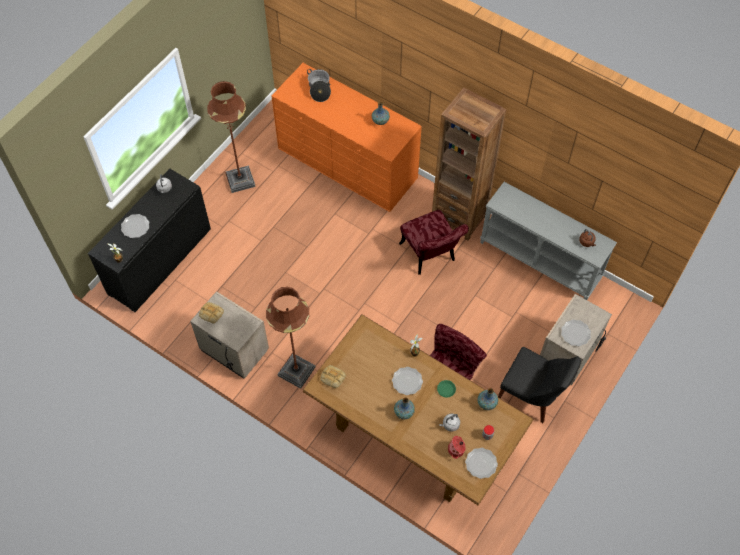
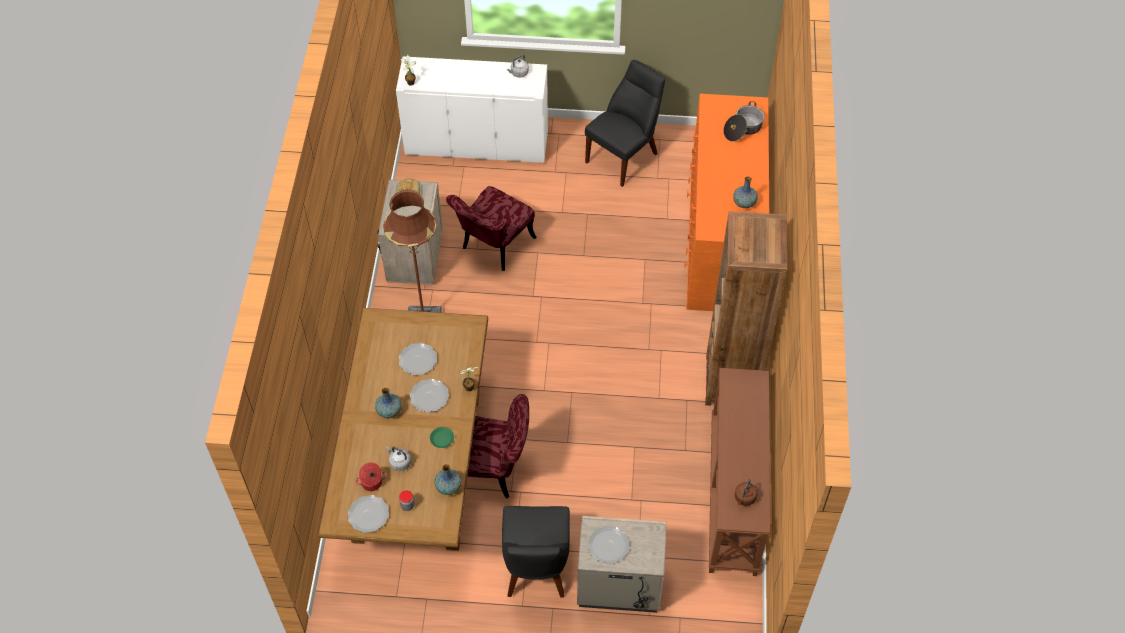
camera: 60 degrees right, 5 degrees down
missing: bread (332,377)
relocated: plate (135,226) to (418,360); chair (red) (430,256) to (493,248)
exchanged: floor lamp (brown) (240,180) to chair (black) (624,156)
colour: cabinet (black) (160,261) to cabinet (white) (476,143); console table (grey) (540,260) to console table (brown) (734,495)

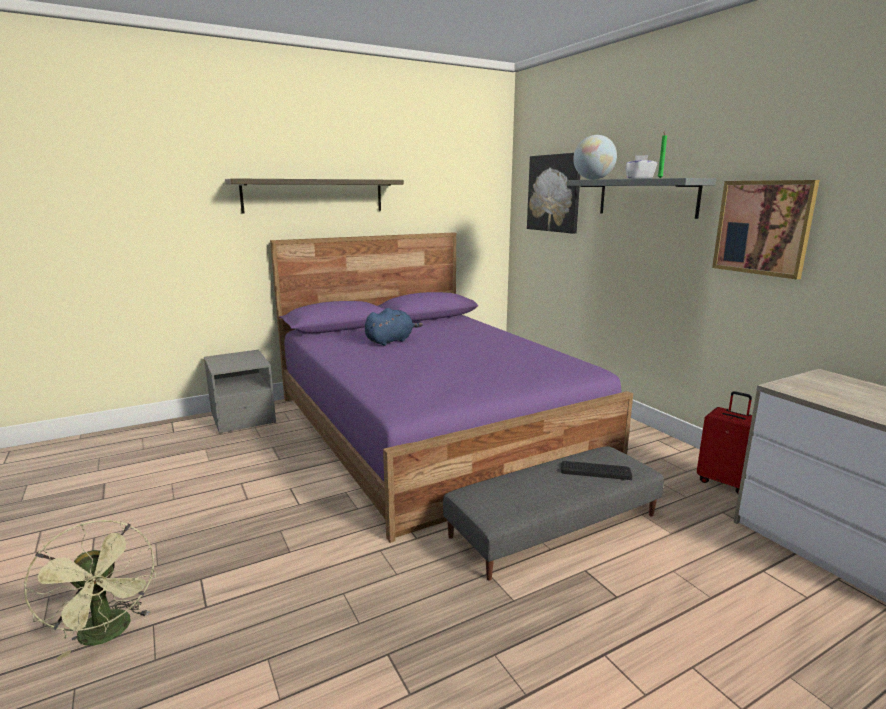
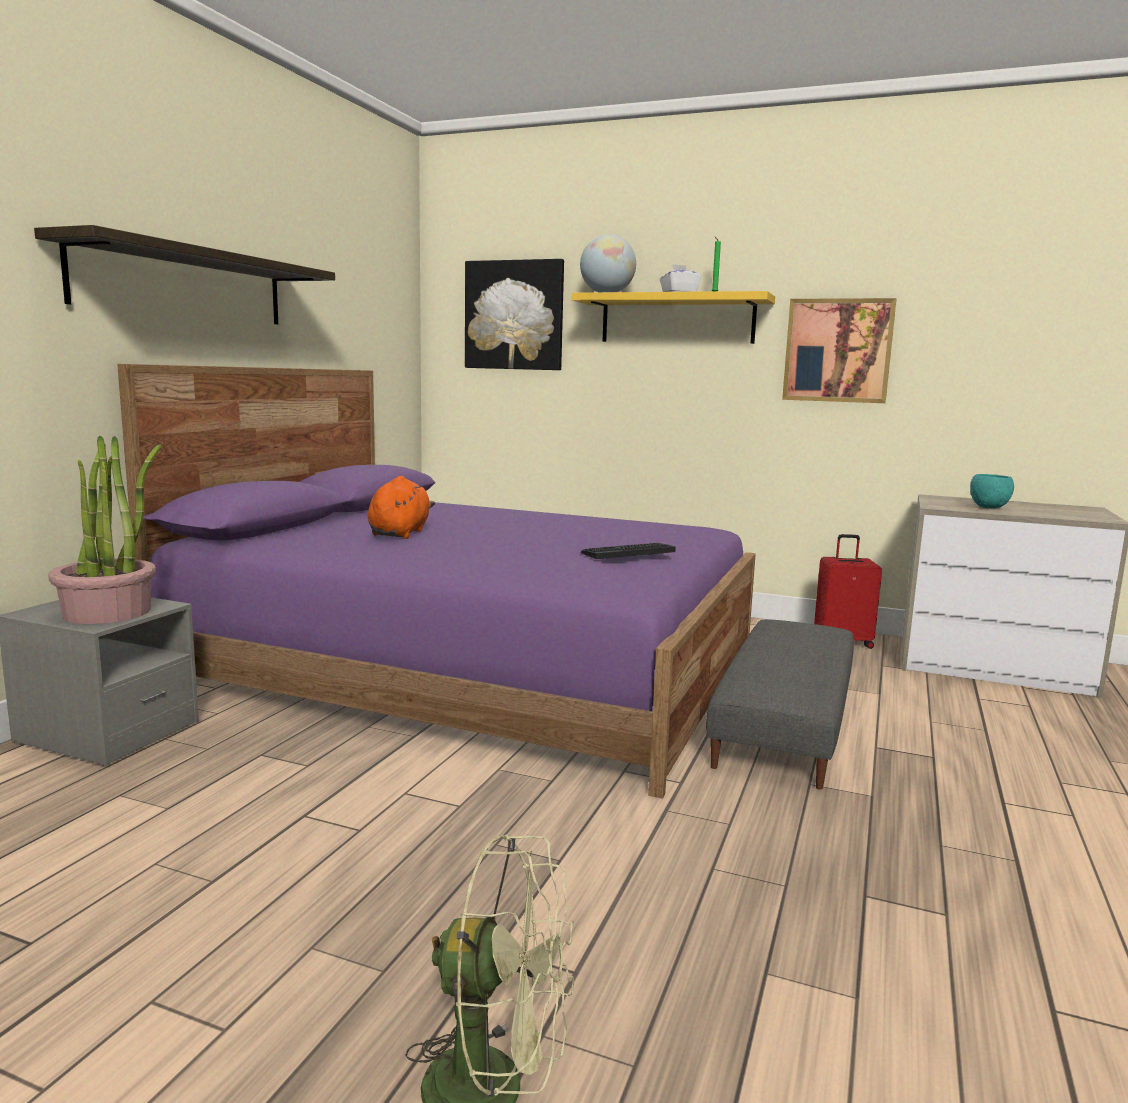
camera: 40 degrees left, 5 degrees down
appeared: potted plant (108,612); bowl (turquoise) (989,508)
relocated: keyboard (595,470) to (627,552)
colour: plush toy (blue) (391,341) to plush toy (orange) (400,533); shelf (grey) (646,197) to shelf (yellow) (677,319)

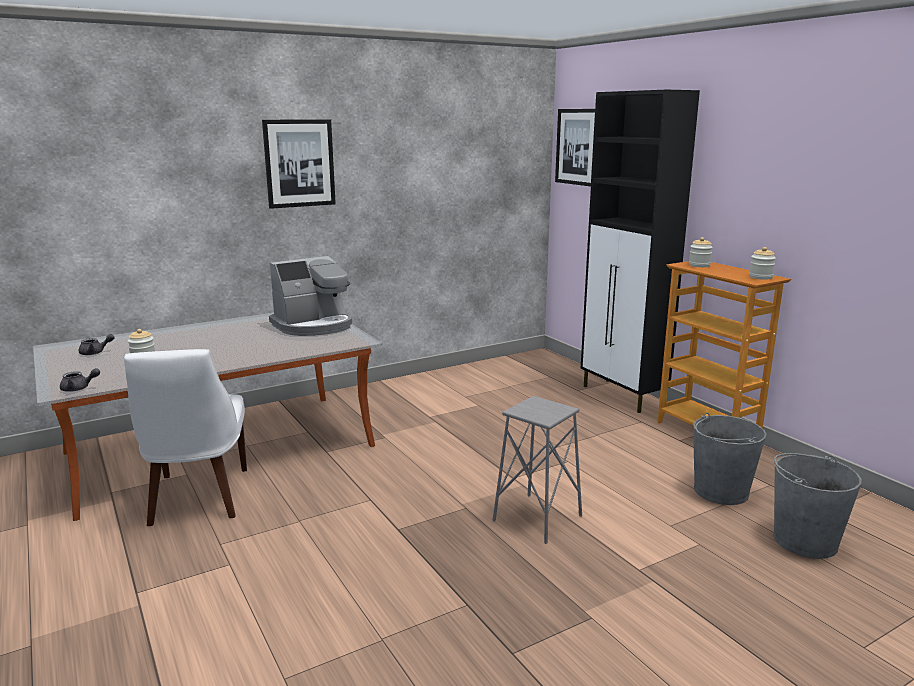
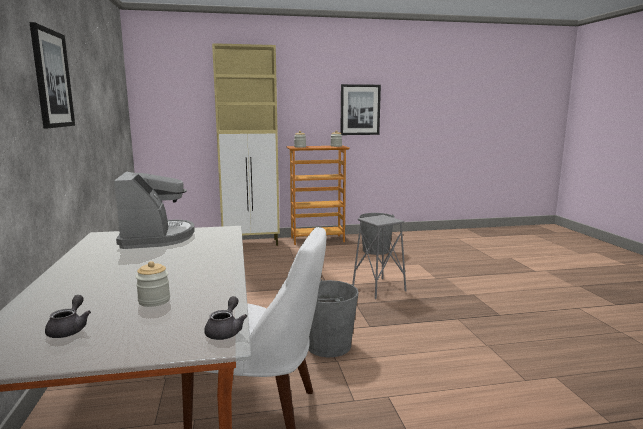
camera: 70 degrees left, 5 degrees down
relocated: bucket (grey) (804,540) to (328,345); picture (577,147) to (360,110)
colour: cabinet (black) (623,396) to cabinet (beige) (251,243)

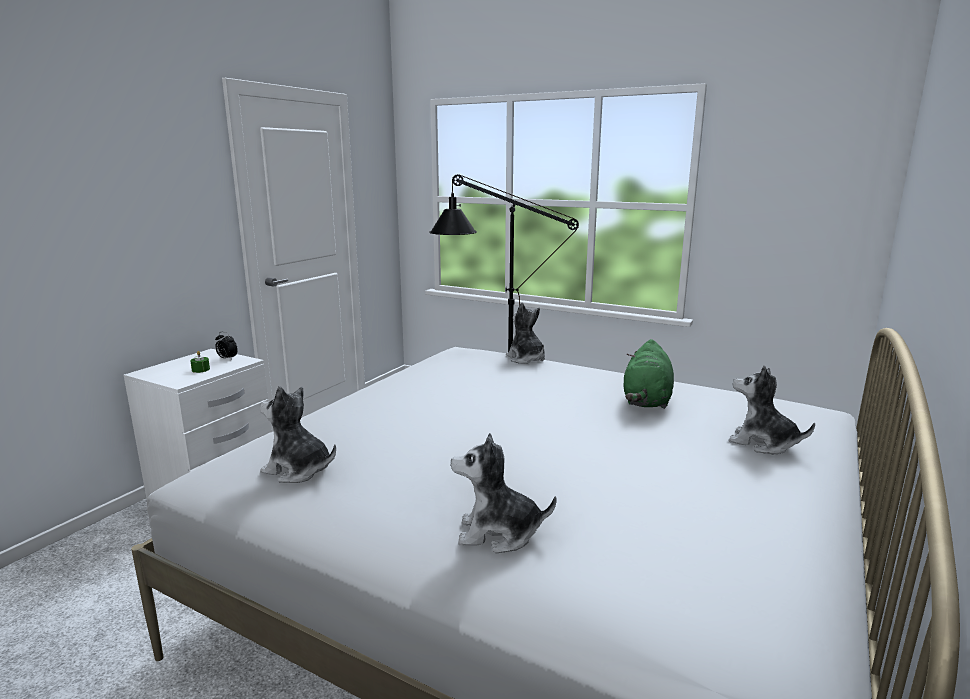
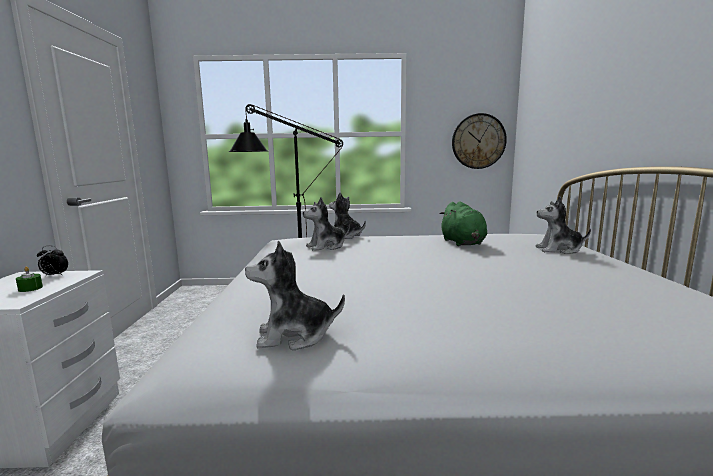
camera: 30 degrees left, 5 degrees down
appeared: wall clock (478,141)
relocated: plush toy (498,533) to (326,246)

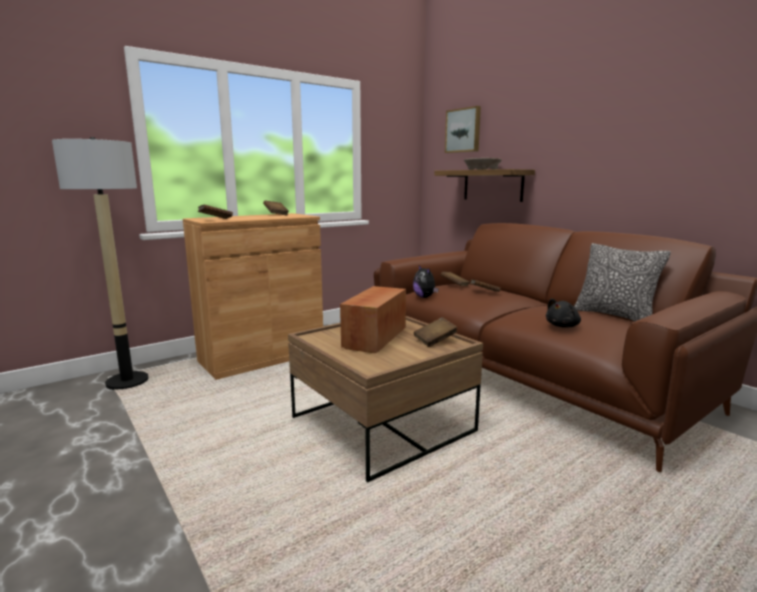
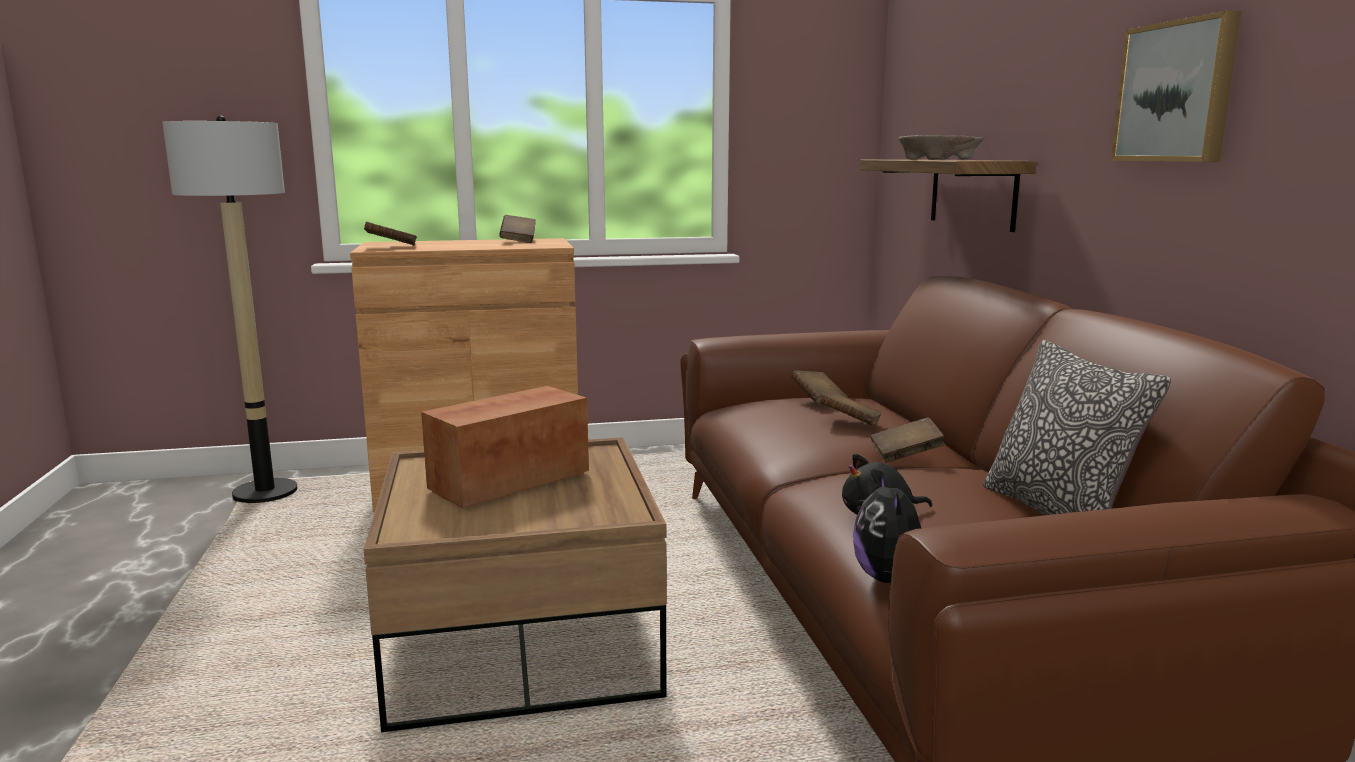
camera: 25 degrees right, 0 degrees up
relocated: plush toy (425,297) to (890,578); book (brown) (435,341) to (906,456); picture (463,130) to (1177,92)

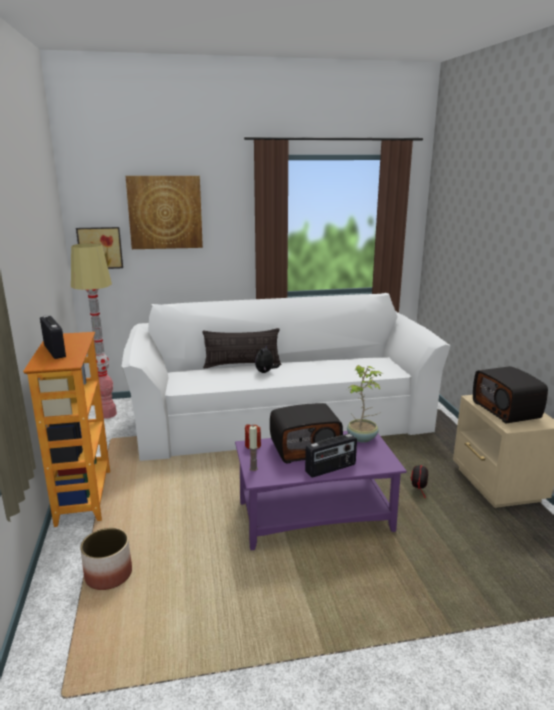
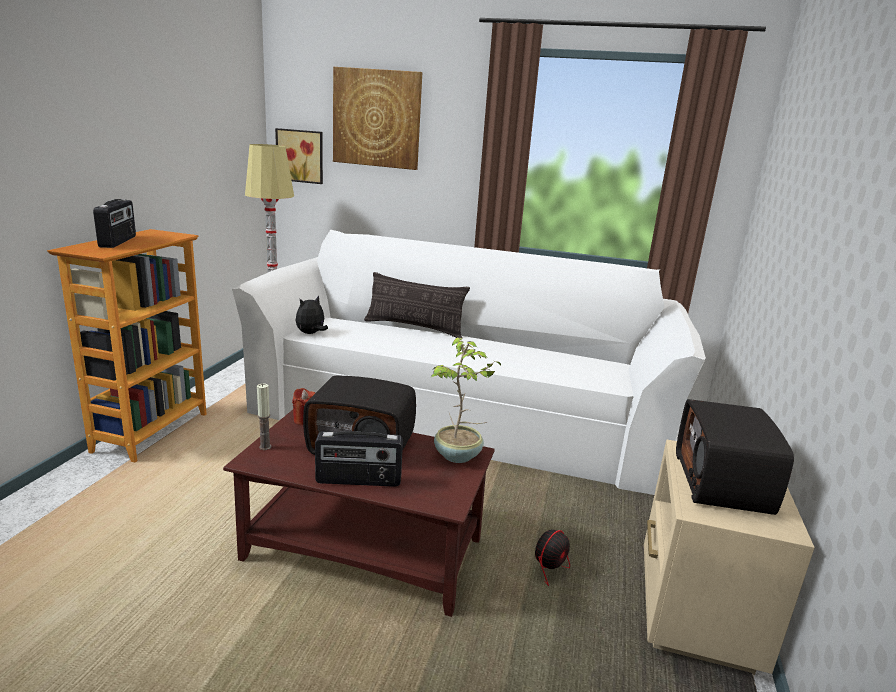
camera: 25 degrees right, 0 degrees up
missing: planter (108,574)
relocated: plush toy (265,372) to (311,333)
colour: coffee table (purple) (316,516) to coffee table (brown) (366,550)

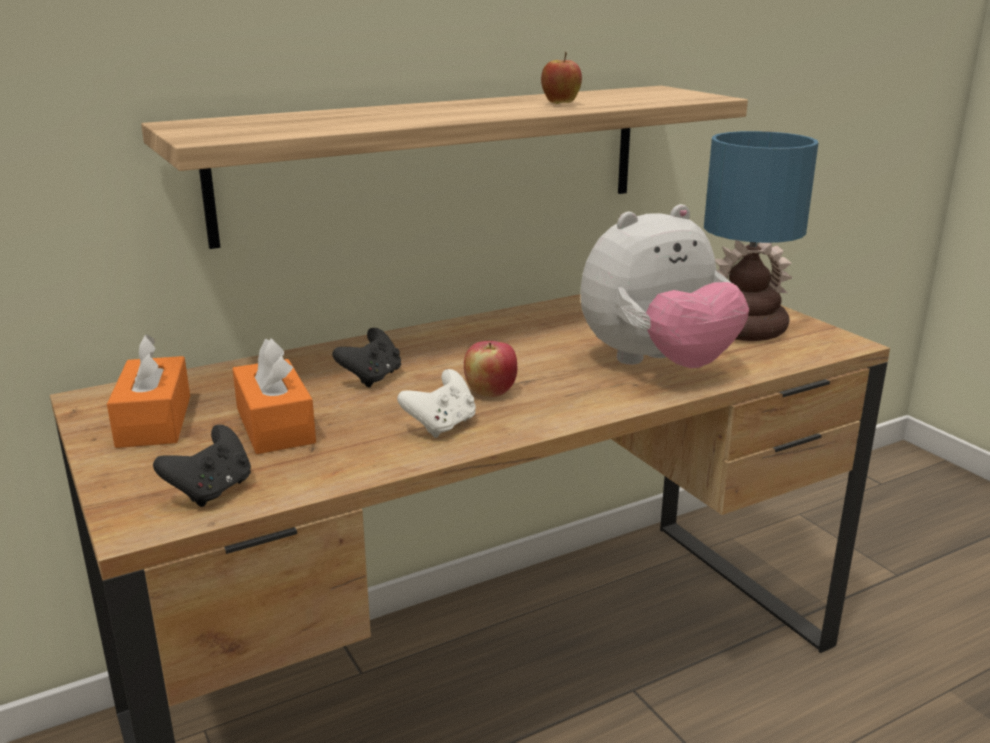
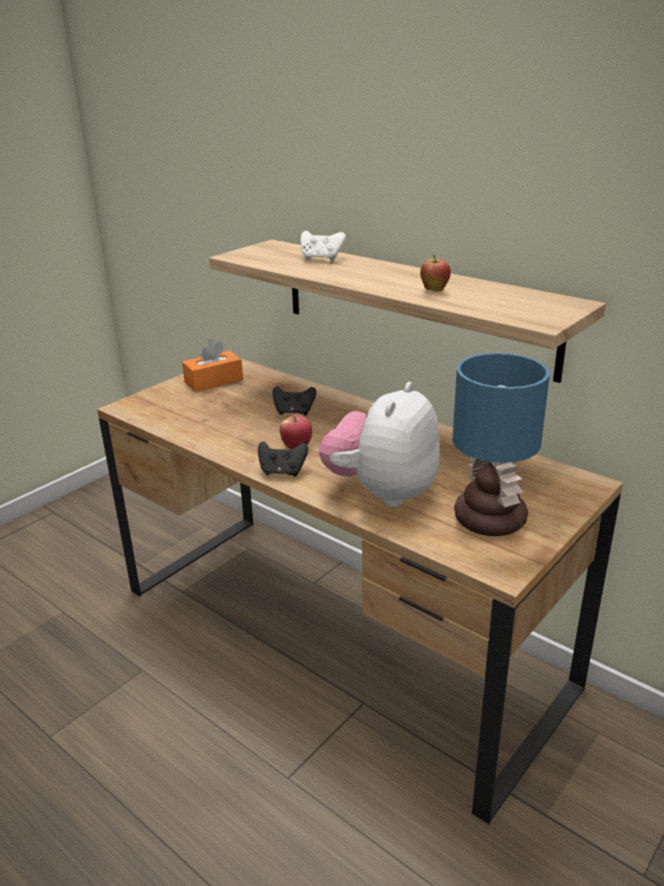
camera: 70 degrees right, 5 degrees up
missing: tissue box (orange) (275,425)
relocated: game controller (black) (212,491) to (282,472); game controller (white) (442,426) to (321,259)
spun: plush toy (657,364) = (382,492) 75 degrees clockwise

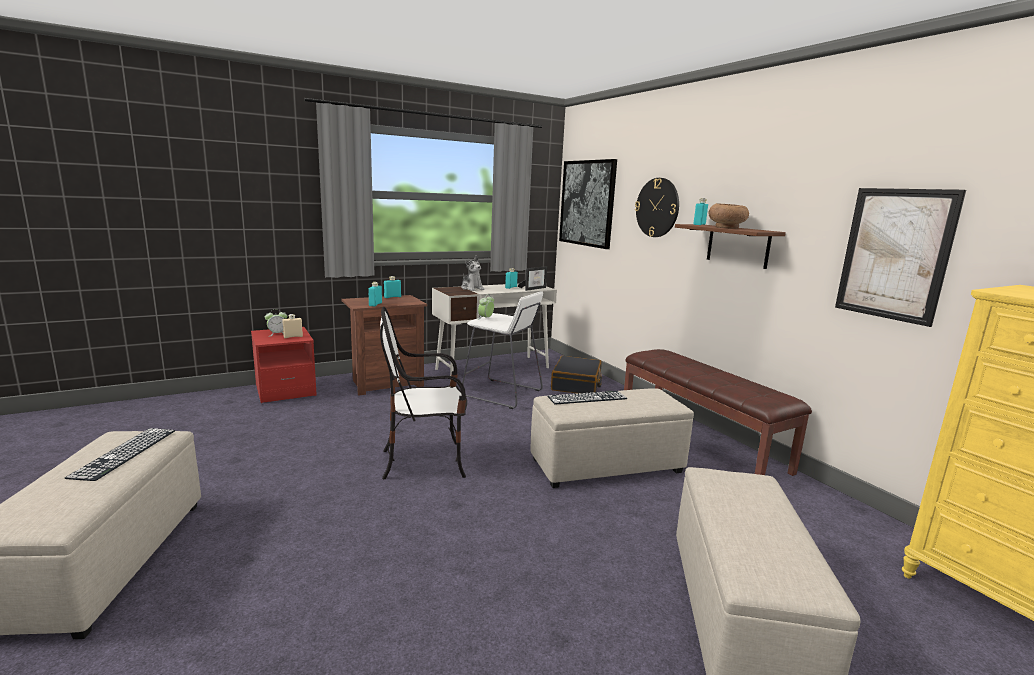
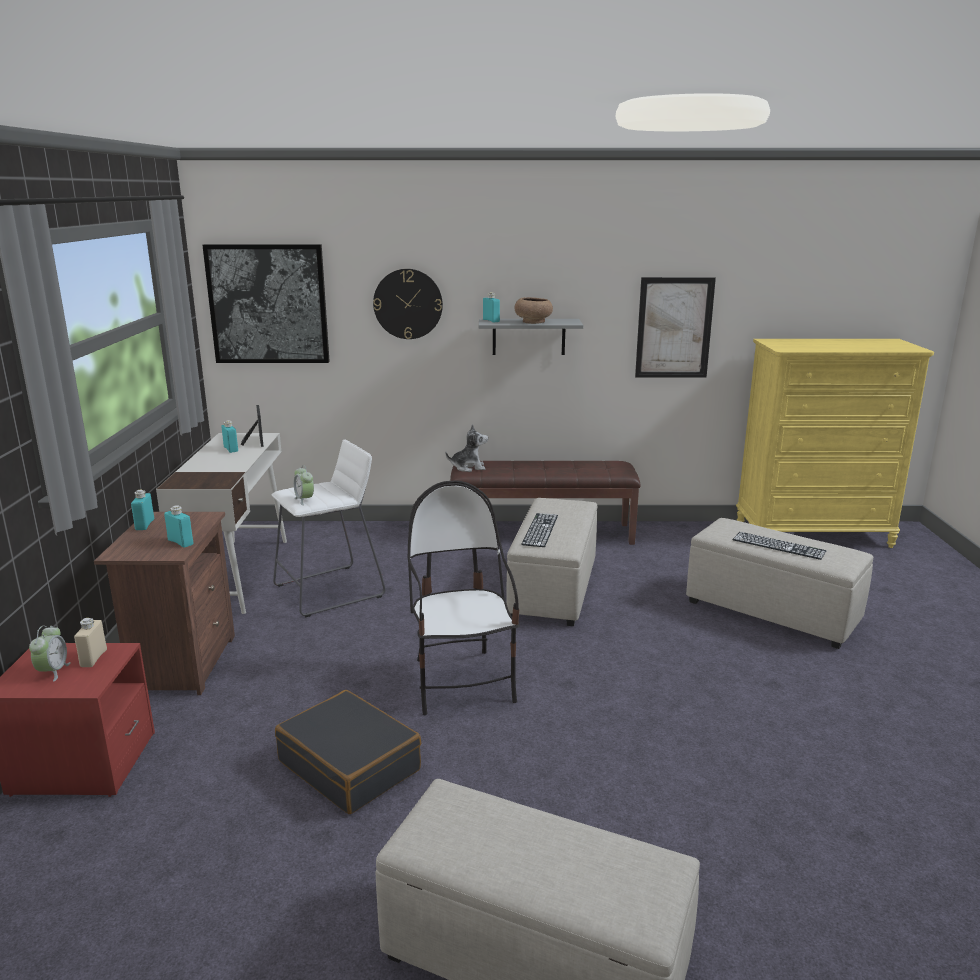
camera: 60 degrees left, 5 degrees up
relocated: suitcase (black) (576,384) to (350,765); plush toy (472,288) to (468,467); keyboard (125,453) to (778,545)
colour: shelf (brown) (738,246) to shelf (grey) (528,336)
spun: chair (425,461) = (462,682) 150 degrees clockwise

